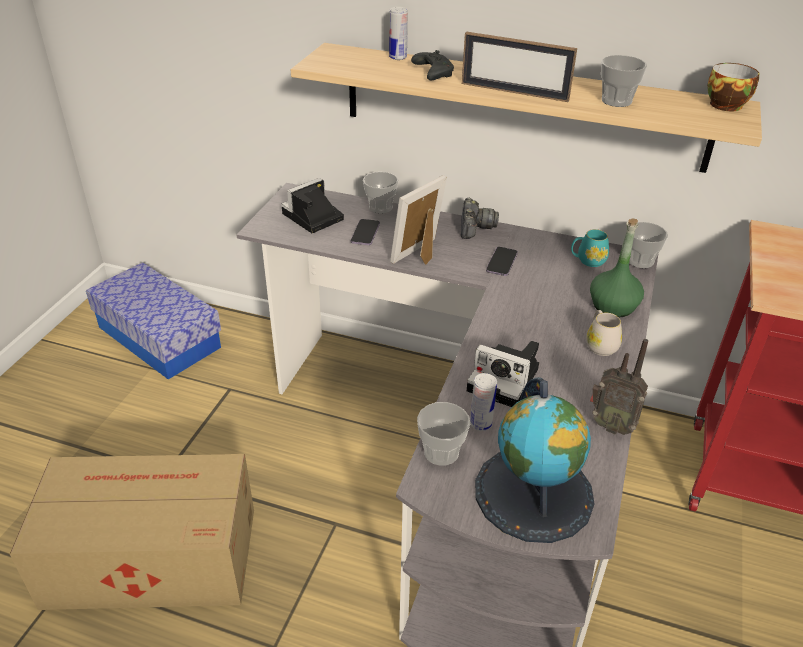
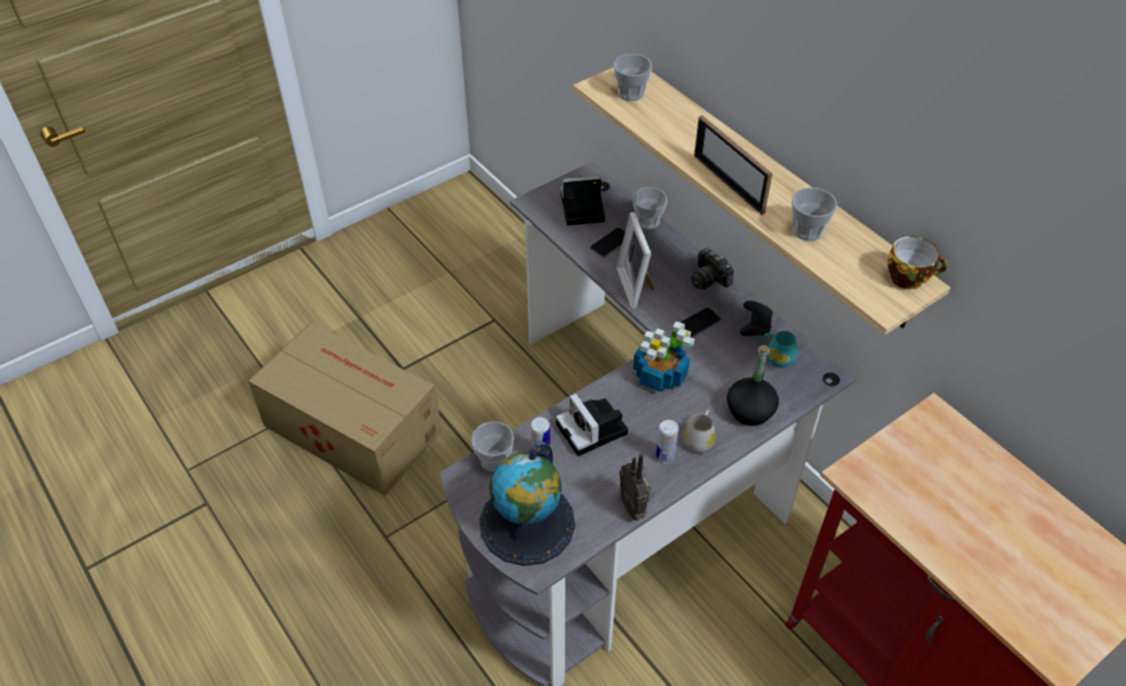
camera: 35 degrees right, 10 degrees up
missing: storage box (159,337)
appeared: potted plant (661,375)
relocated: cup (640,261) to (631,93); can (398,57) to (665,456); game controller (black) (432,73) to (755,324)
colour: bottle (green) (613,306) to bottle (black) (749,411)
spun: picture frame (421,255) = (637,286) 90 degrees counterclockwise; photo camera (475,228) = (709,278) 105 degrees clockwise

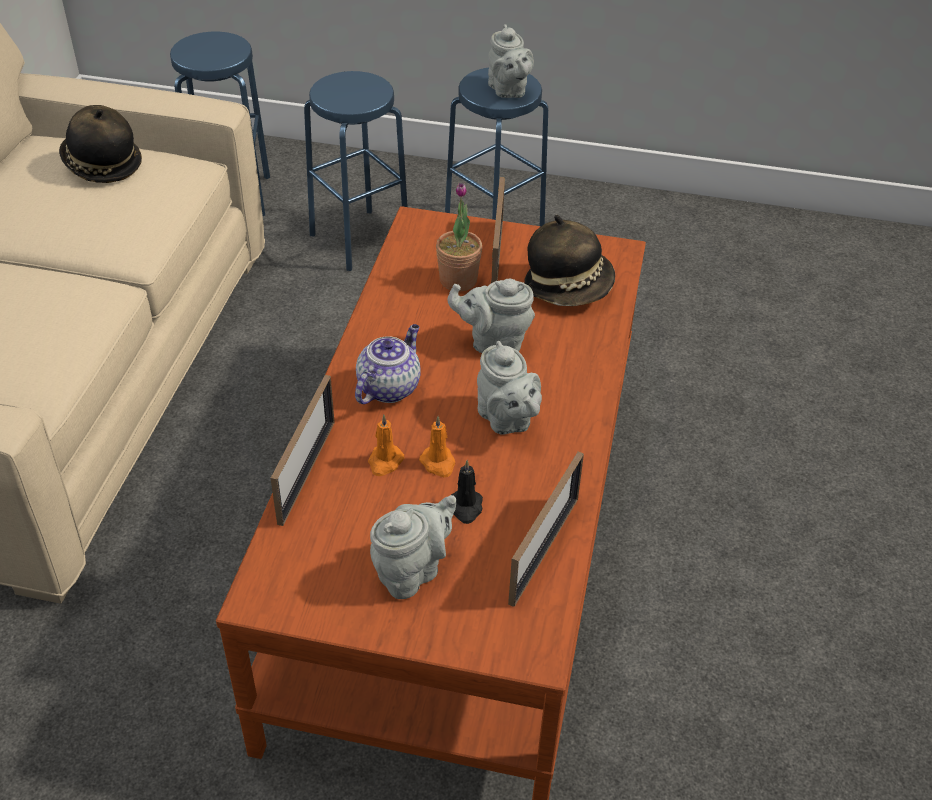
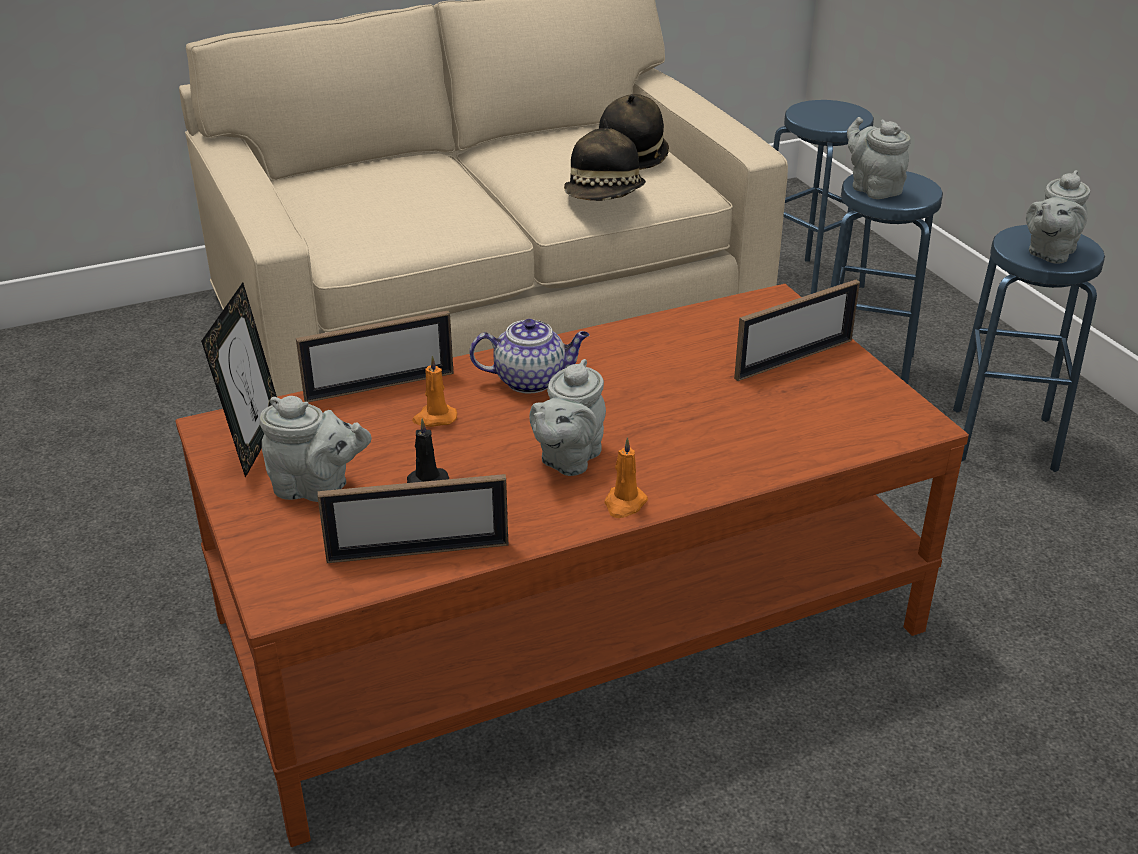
camera: 55 degrees right, 10 degrees down
missing: potted plant (458,280)
appeared: picture frame (254,443)
relocated: hat (568,287) to (605,197); candle (orange) (438,463) to (624,504); teapot (grey) (494,342) to (873,188)

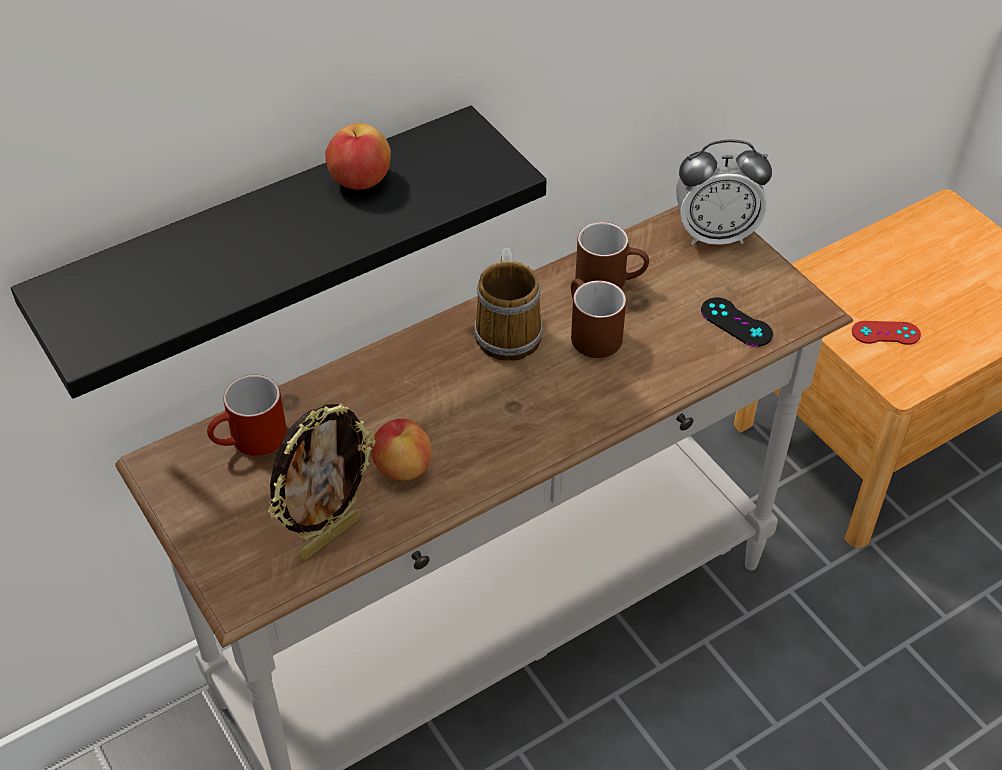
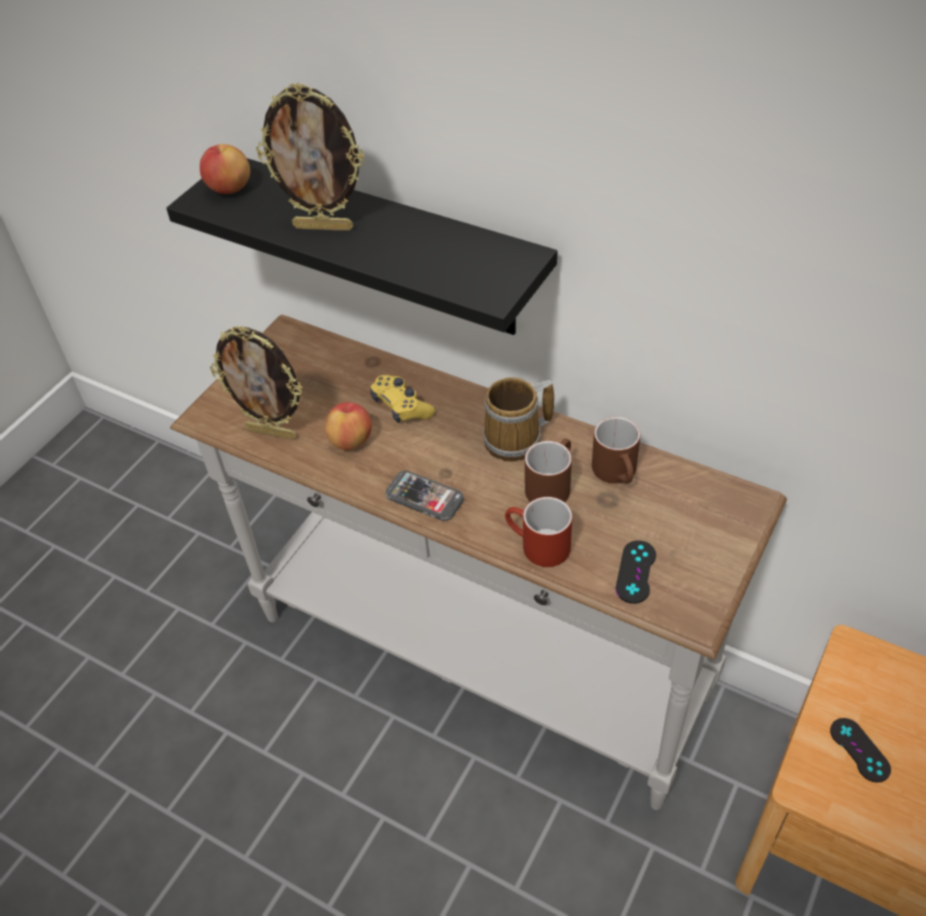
camera: 65 degrees right, 0 degrees up
missing: alarm clock (715,234)
appeared: picture frame (324,227); game controller (yellow) (401,406); phone (424,497)
relocated: apple (360,181) to (229,189); mug (red) (250,442) to (536,546)
colour: game controller (red) (885,333) to game controller (black) (859,750)

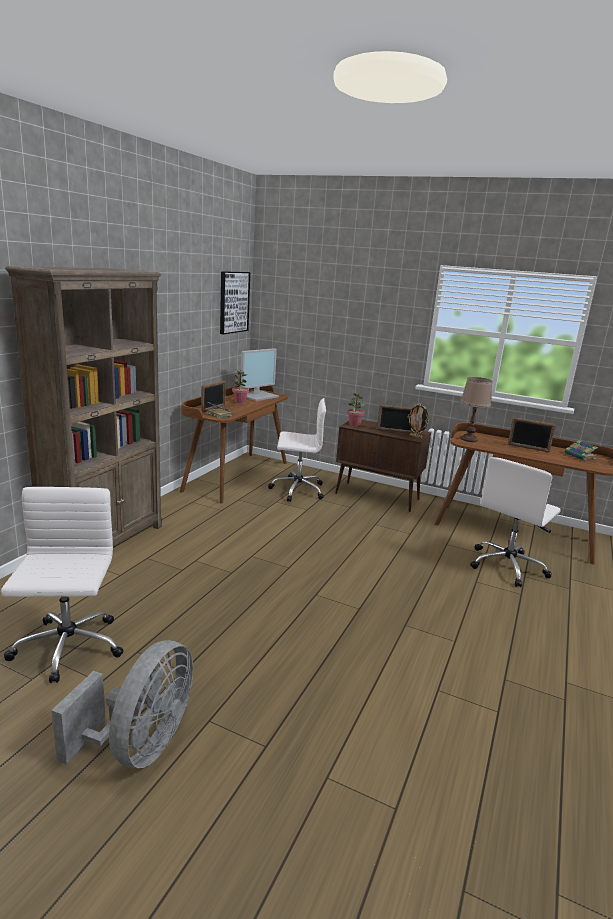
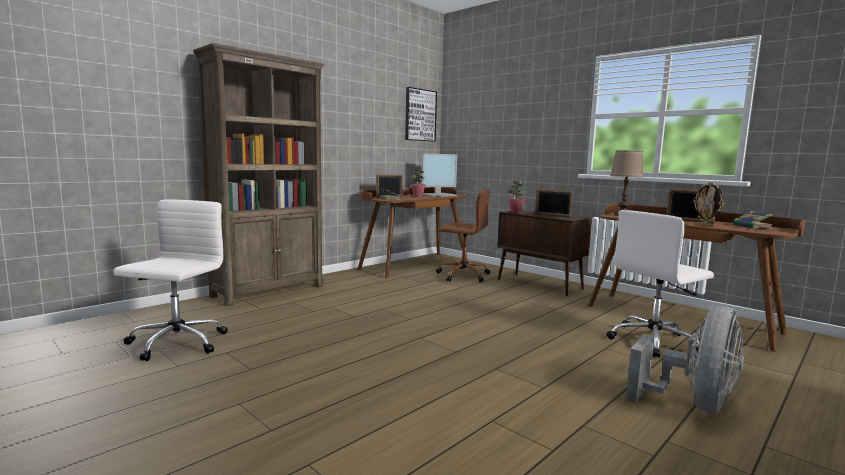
camera: 20 degrees right, 10 degrees down
relocated: fan (grey) (140,746) to (692,404); picture frame (416,436) to (705,226)
colour: office chair (white) (296,490) to office chair (brown) (462,275)

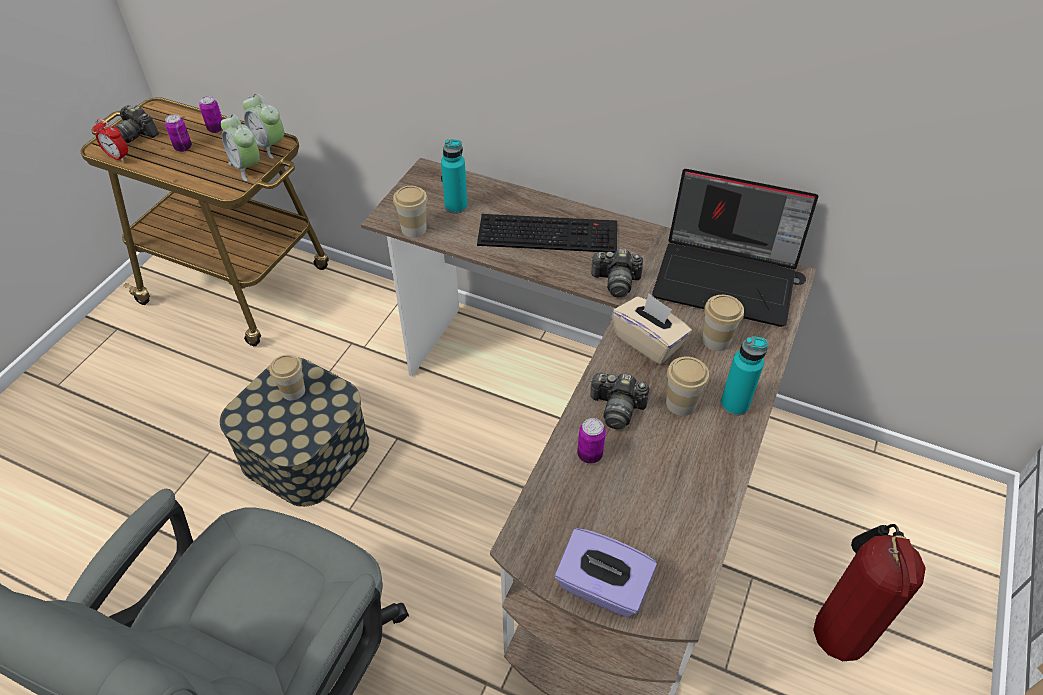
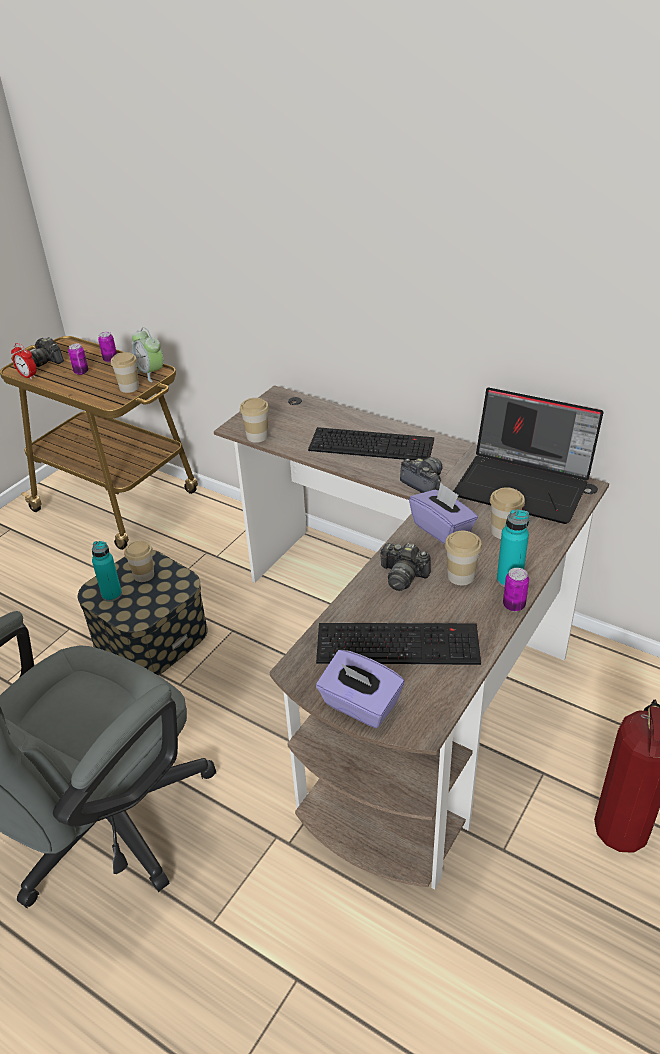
camera: 10 degrees right, 10 degrees down
appeared: keyboard (399,643)
relocated: bottle (turquoise) (456,206) to (112,594); can (589,455) to (514,605)
exchanged: alarm clock (247,167) to cup (129,388)
colour: tissue box (beige) (648,342) to tissue box (purple) (442,529)
spun: photo camera (616,282) = (423,483) 150 degrees counterclockwise

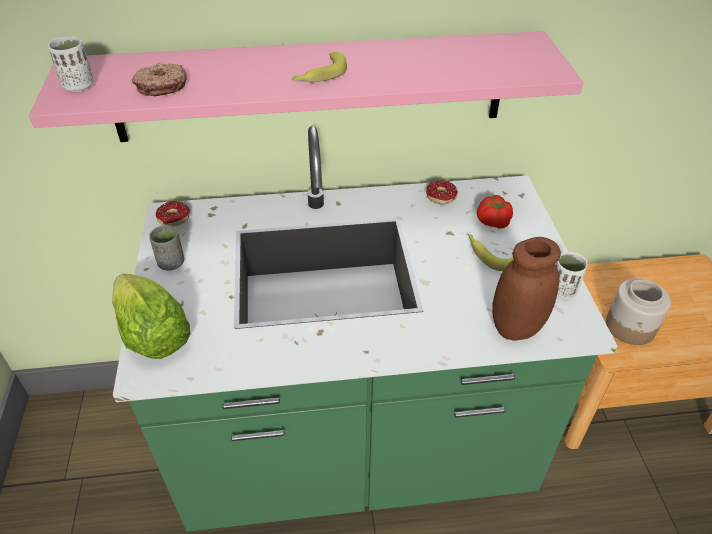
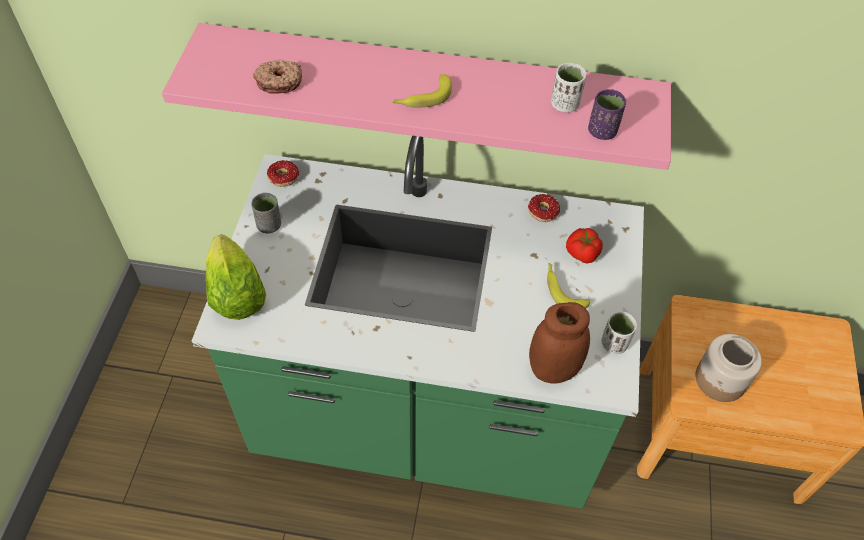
camera: 15 degrees right, 10 degrees up
appeared: cup (purple) (602,131)
relocated: cup (white) (79,86) to (564,105)

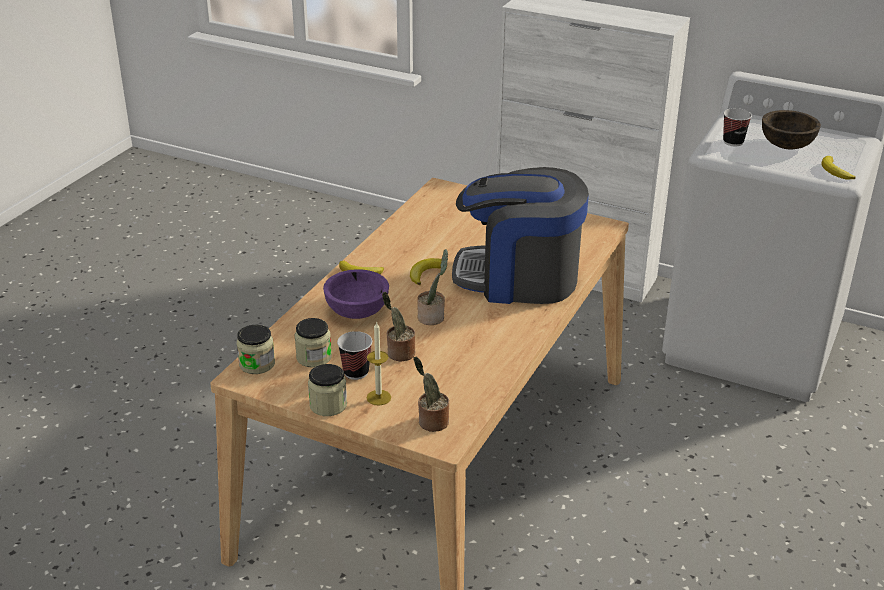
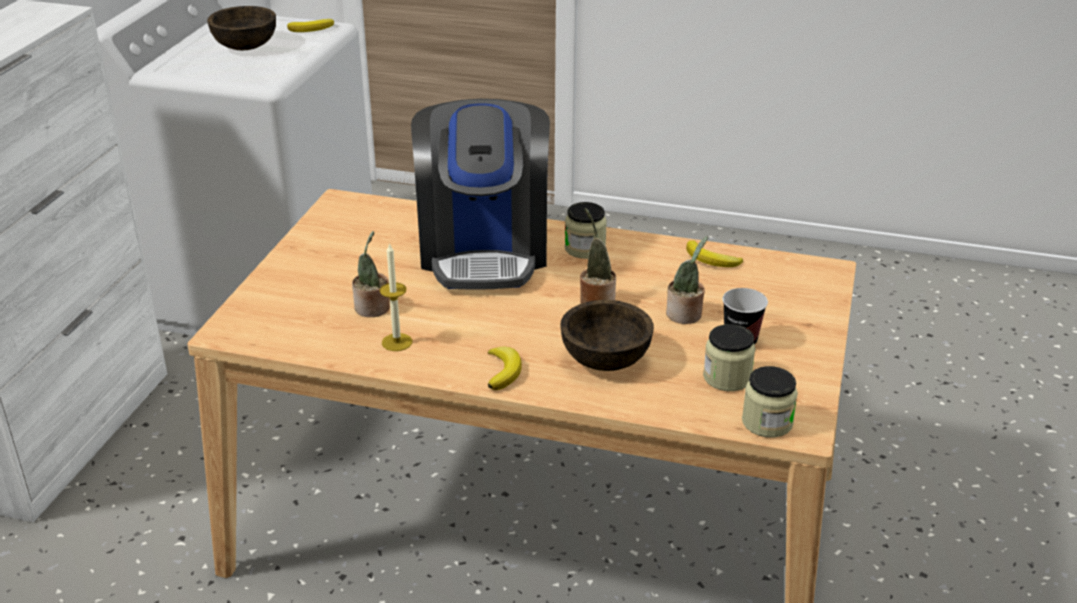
camera: 100 degrees left, 0 degrees up
missing: cup (733,142)
relocated: potted plant (431,422) to (373,309); candle (378,397) to (397,342); jar (328,405) to (585,249); banana (426,273) to (711,260)
colour: bowl (purple) (357,311) to bowl (brown) (605,359)

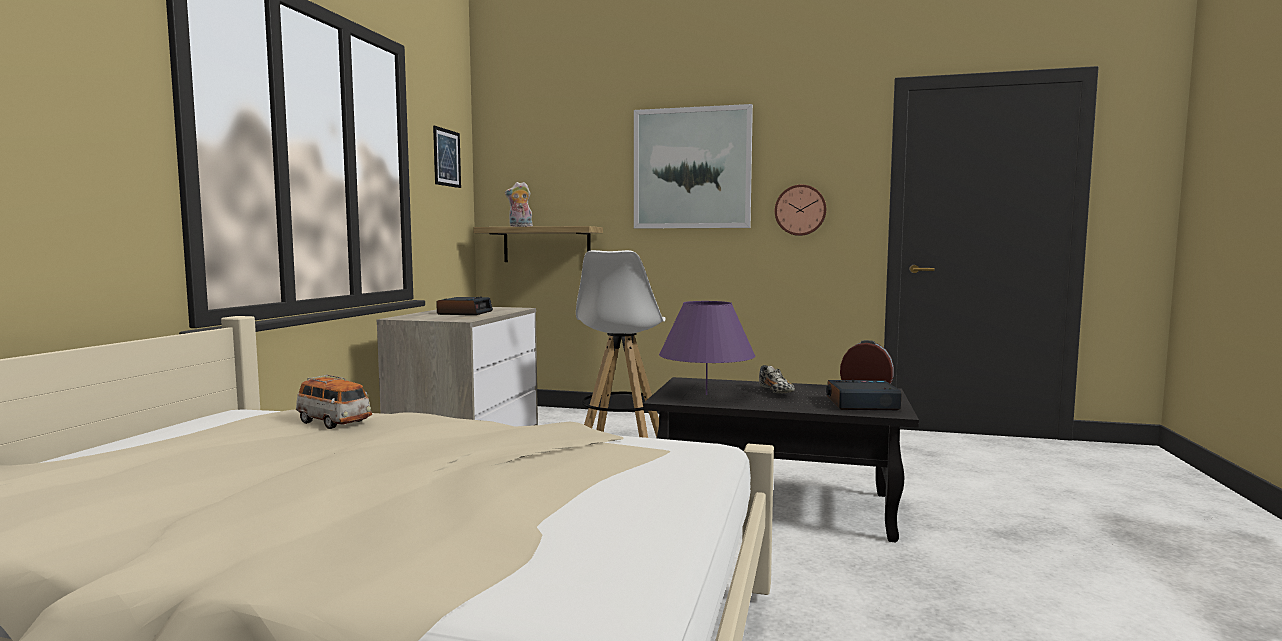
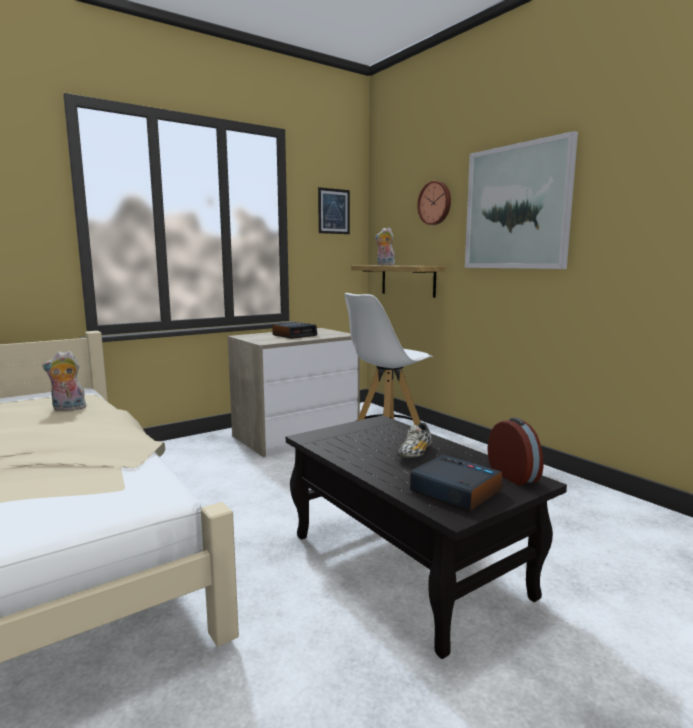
camera: 40 degrees right, 5 degrees up
missing: table lamp (purple) (706,394)
relocated: wall clock (800,210) to (435,203)
exchanged: toy car (334,422) to plush toy (67,409)

